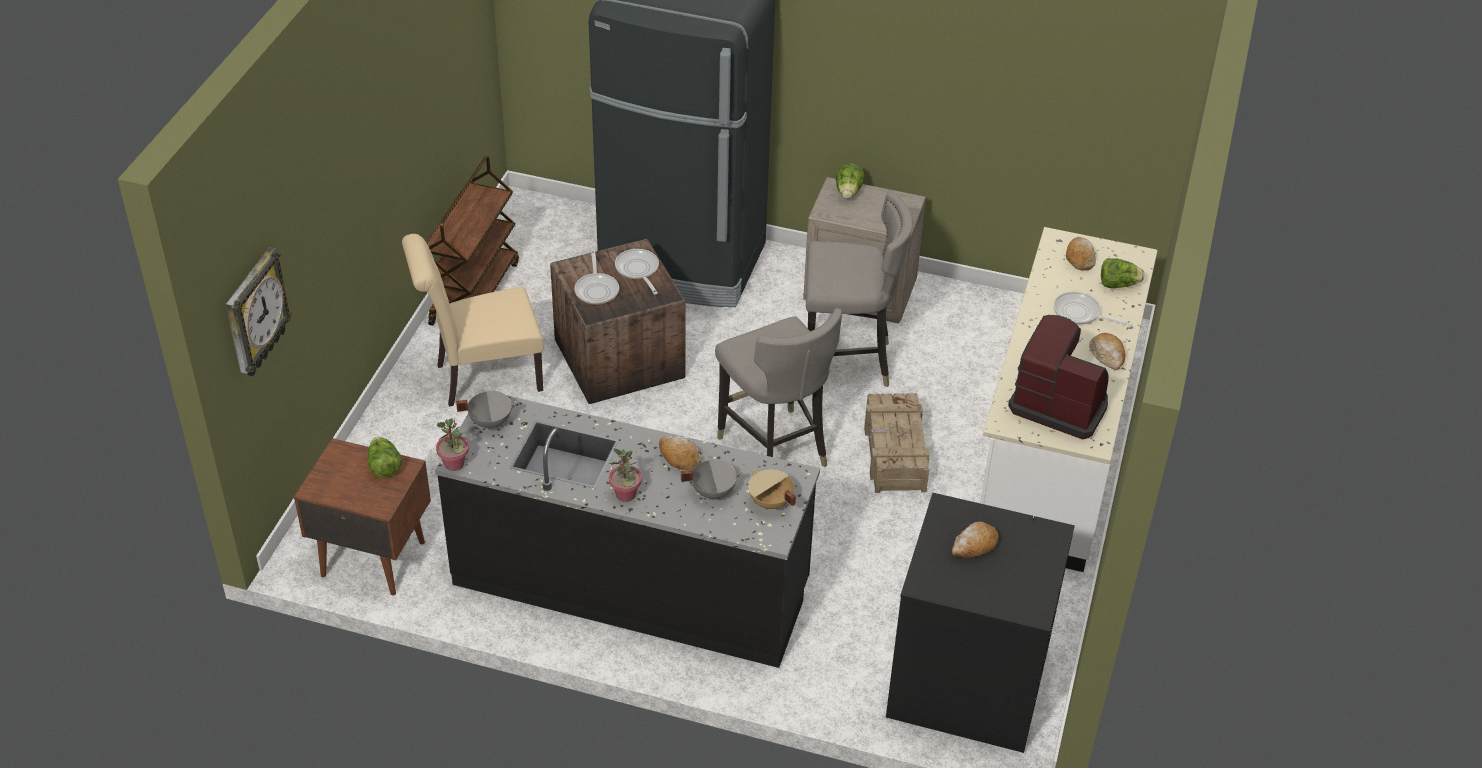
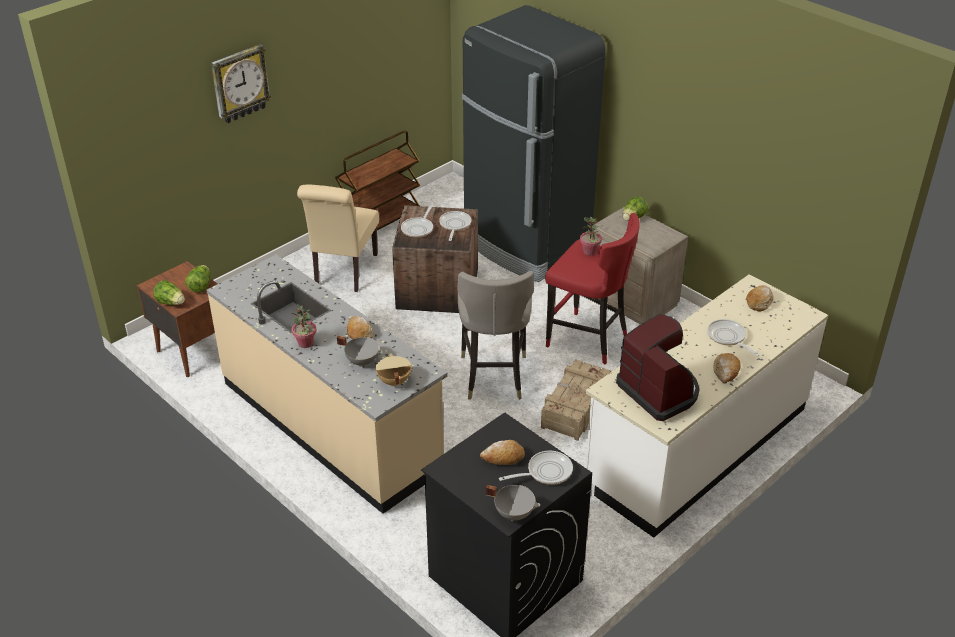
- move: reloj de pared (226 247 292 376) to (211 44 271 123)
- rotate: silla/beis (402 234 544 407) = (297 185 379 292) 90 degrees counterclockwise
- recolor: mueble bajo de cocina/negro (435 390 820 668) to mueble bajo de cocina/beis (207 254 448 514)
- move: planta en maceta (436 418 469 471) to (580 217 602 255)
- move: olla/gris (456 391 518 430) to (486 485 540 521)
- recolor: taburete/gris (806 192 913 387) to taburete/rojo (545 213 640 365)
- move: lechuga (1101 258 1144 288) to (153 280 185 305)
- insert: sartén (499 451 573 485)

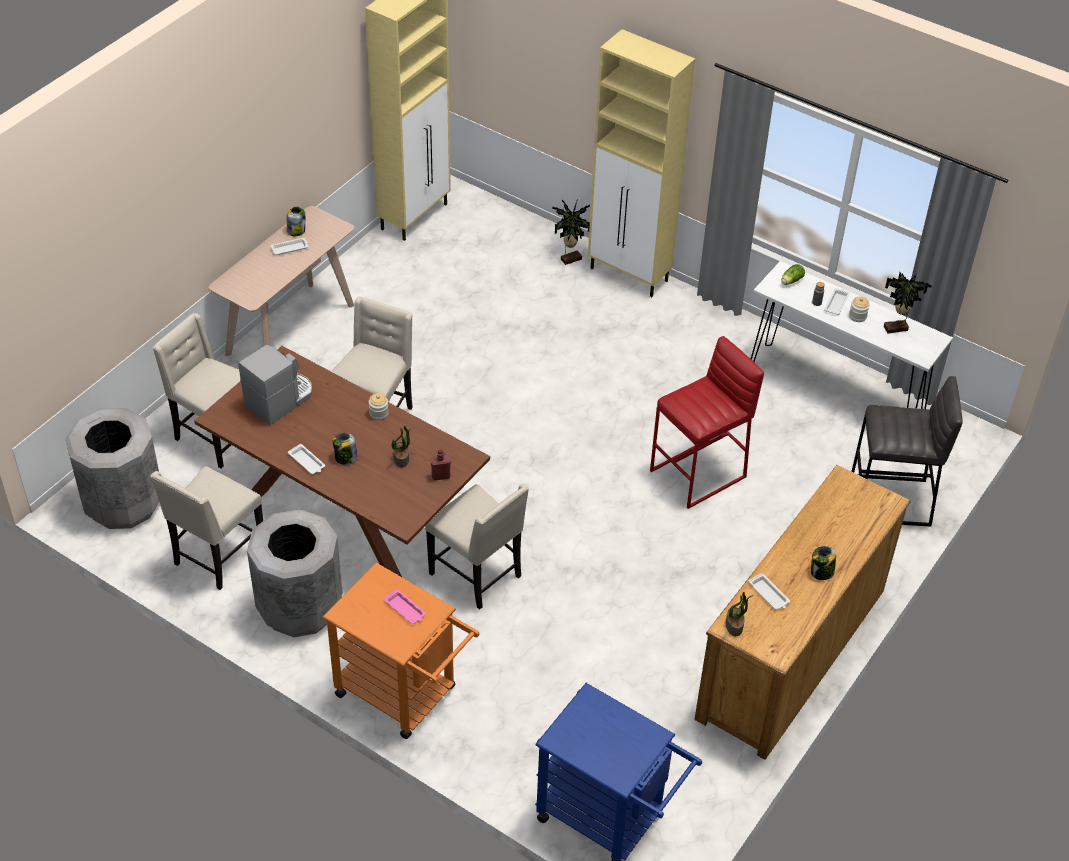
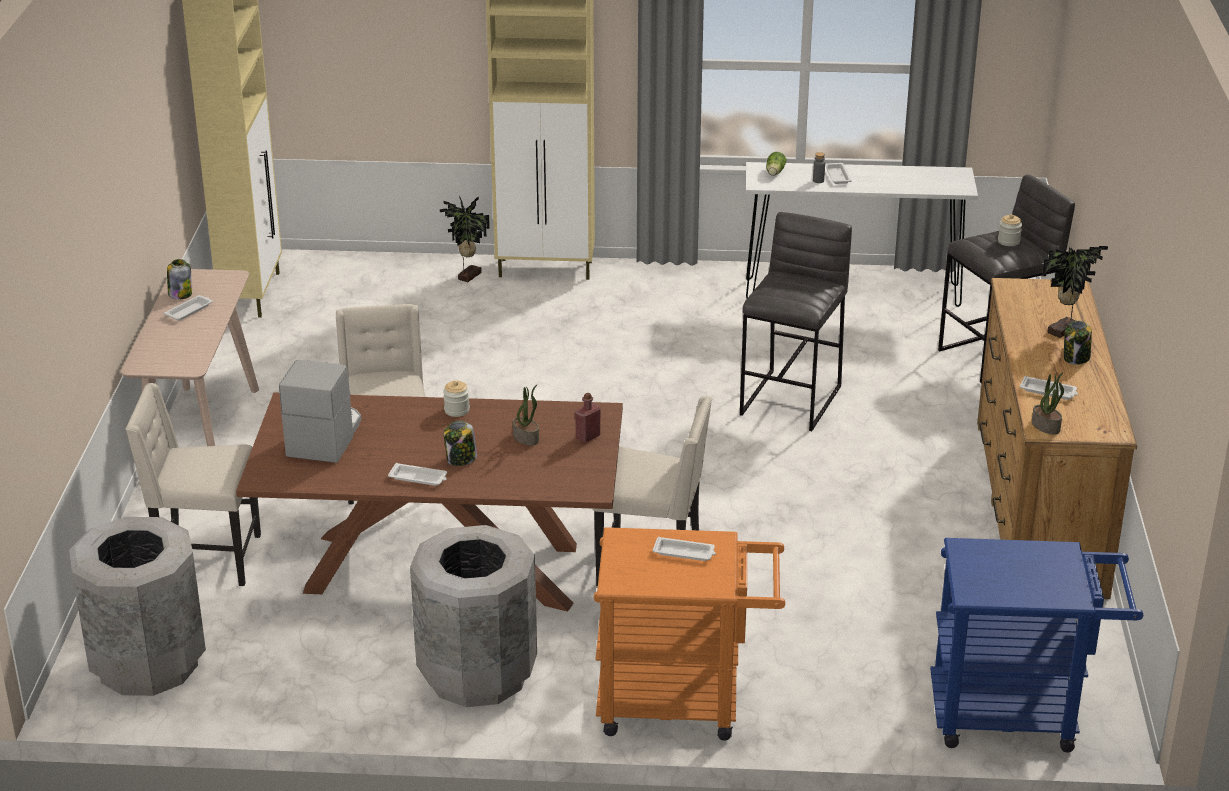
- delete: silla/beis (151 466 263 590)
- recolor: bandeja/rosa (384 589 426 624) to bandeja/blanco (653 536 716 561)
- recolor: taburete/rojo (650 336 764 509) to taburete/gris (740 212 852 431)
- move: tarro (849 297 870 322) to (998 214 1022 246)
- move: planta en maceta (884 272 931 333) to (1042 246 1108 338)

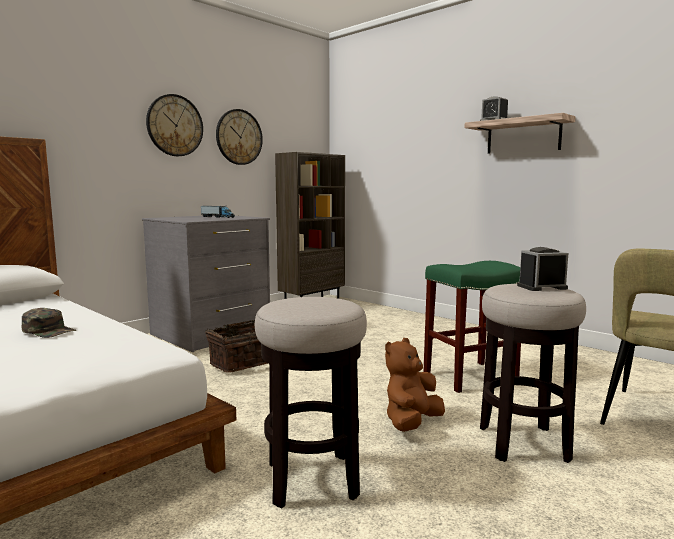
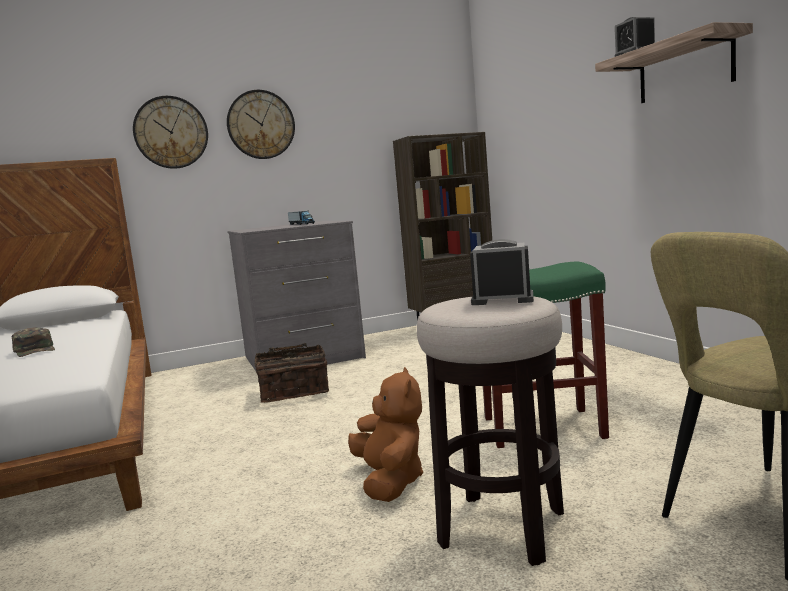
- move: reloj de pared (216 109 263 165) to (133 96 208 169)
- delete: taburete (255 297 367 508)
- rotate: peluche/marrón (385 338 445 432) = (348 367 423 502) 105 degrees clockwise

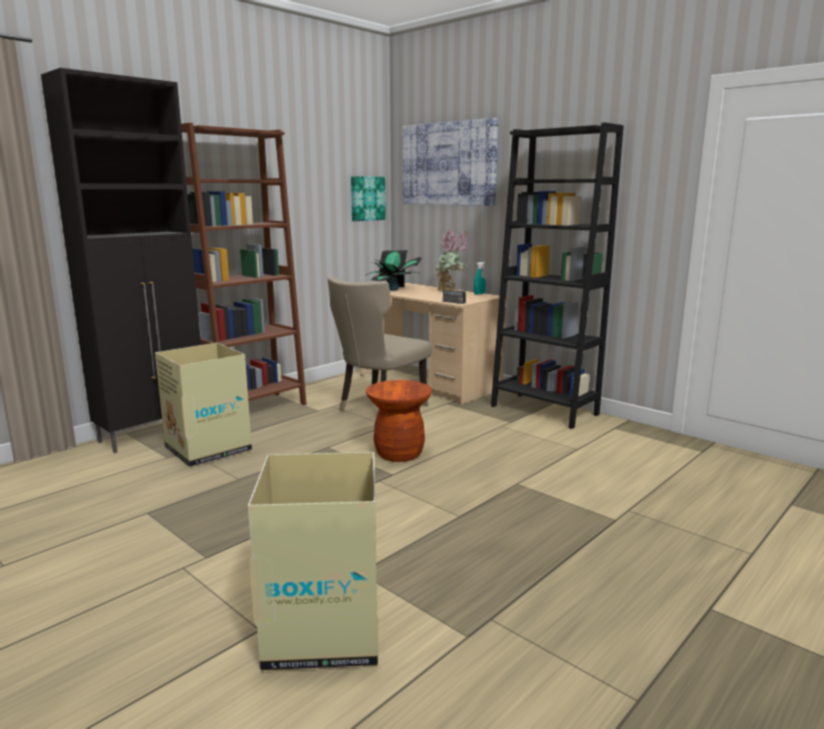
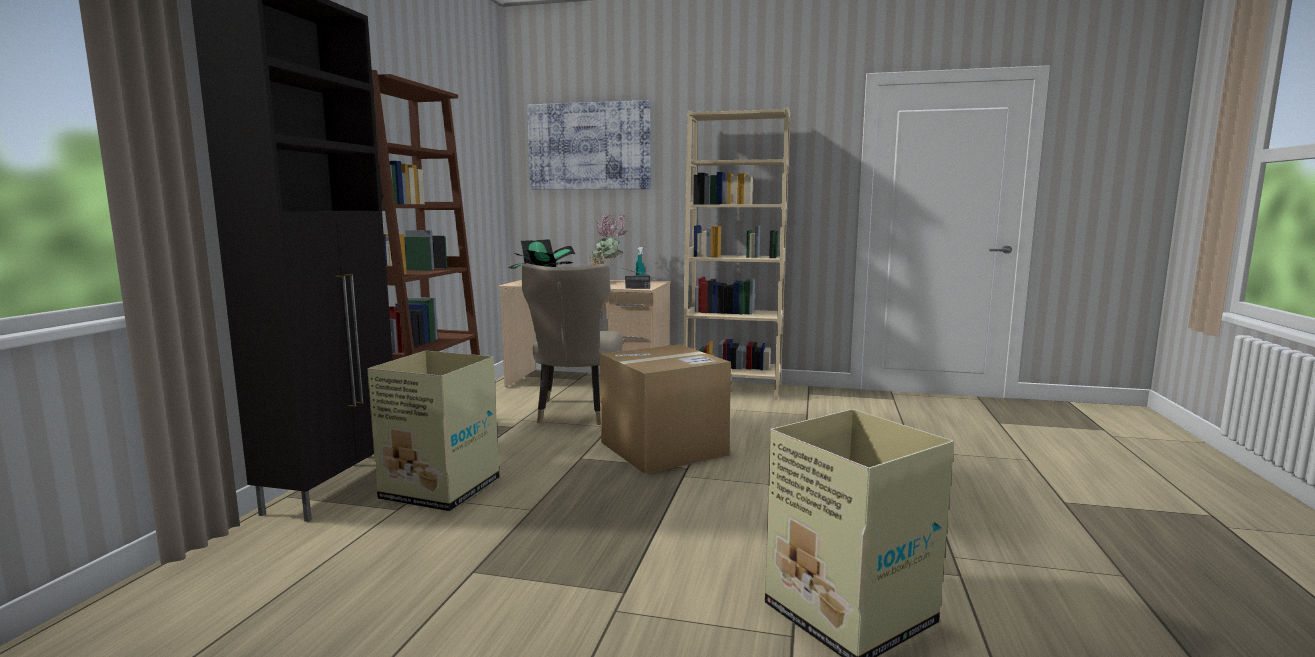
- delete: cuadro (351 176 386 221)
- replace: taburete/marrón (366 380 432 462) to caja de cartón (600 344 731 474)
- recolor: estantería/negro (491 123 624 429) to estantería/beis (683 108 790 400)

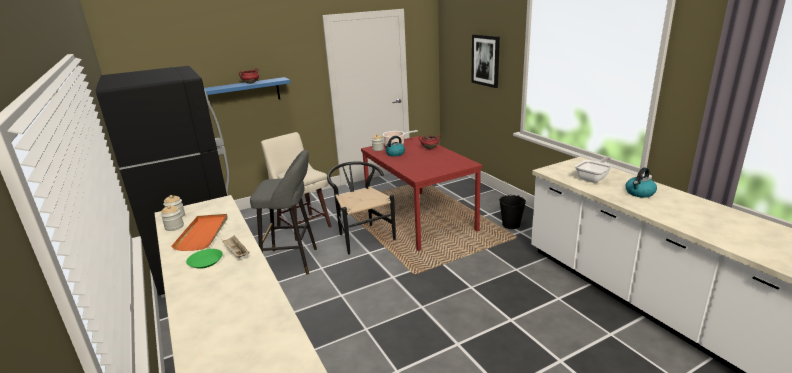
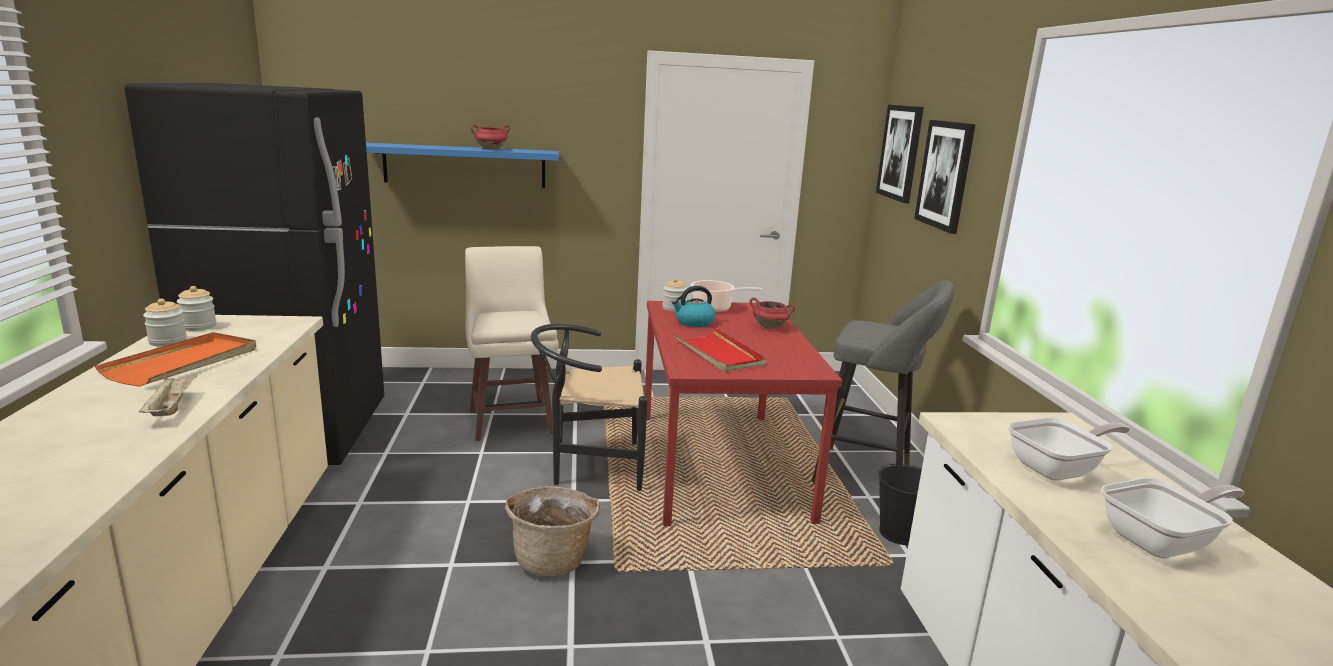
- delete: plato/verde (186 249 223 269)
- move: taburete/gris (250 150 317 275) to (812 281 954 483)
- rotate: silla/negro (327 161 396 255) = (531 324 648 491) 90 degrees counterclockwise
- replace: hervidor (626 167 657 198) to sartén (1101 478 1245 558)
- insert: cesta (505 486 600 577)
- insert: bandeja/rojo (672 328 766 372)
- insert: cuadro (876 105 924 203)

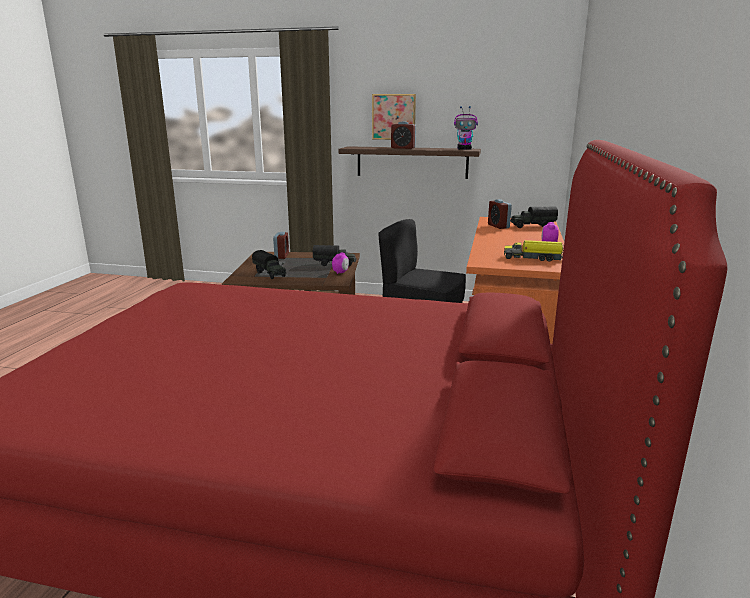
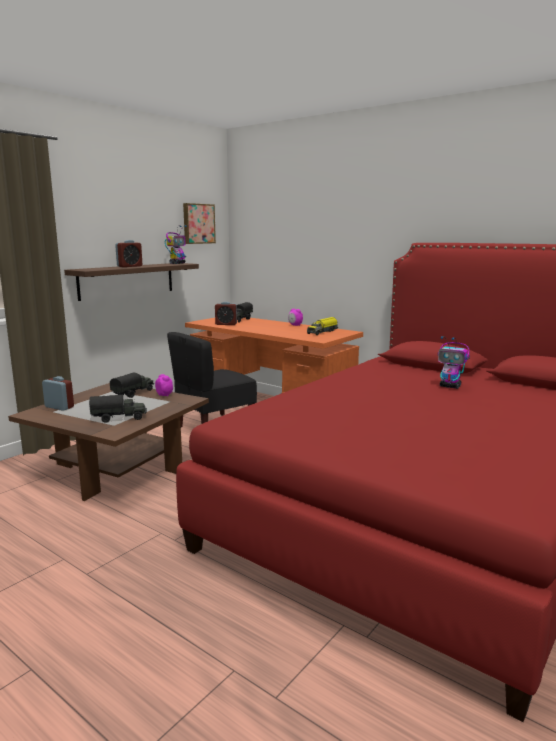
- move: cuadro (372 94 416 140) to (183 203 216 244)
- insert: robot de juguete (438 336 470 389)

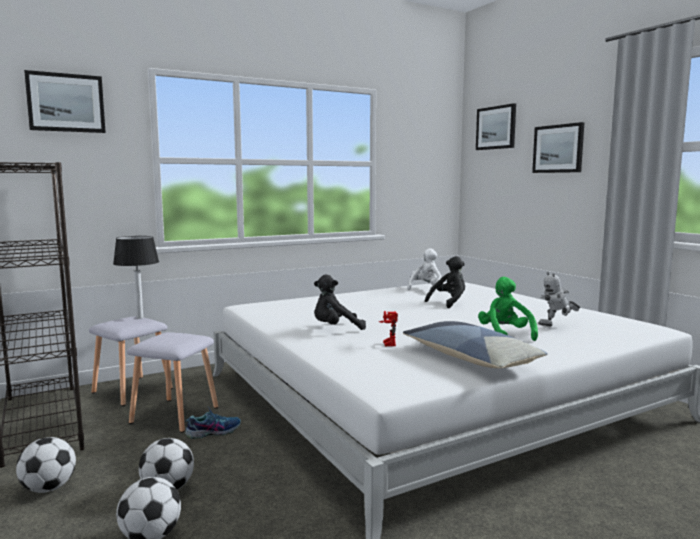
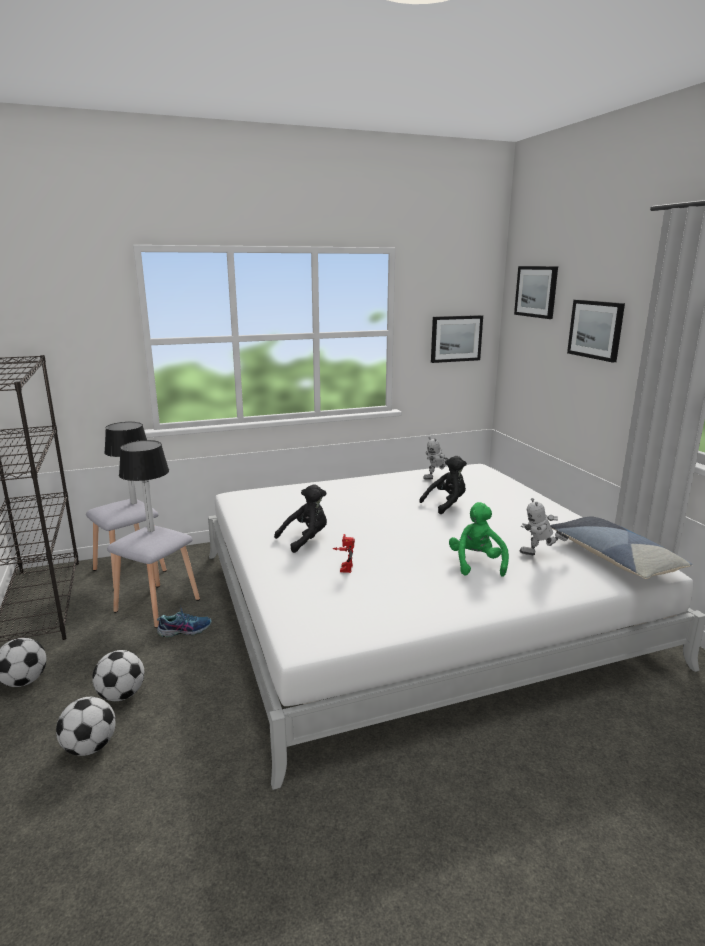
- move: cuadro (24 70 106 133) to (431 315 483 363)
- rotate: peluche/negro (314 275 366 330) = (274 484 327 553) 150 degrees clockwise
- move: cojín (403 321 548 368) to (550 516 693 579)
- replace: peluche/blanco (407 248 442 294) to robot de juguete (423 437 449 480)
- insert: lámpara de mesa (119 440 169 532)

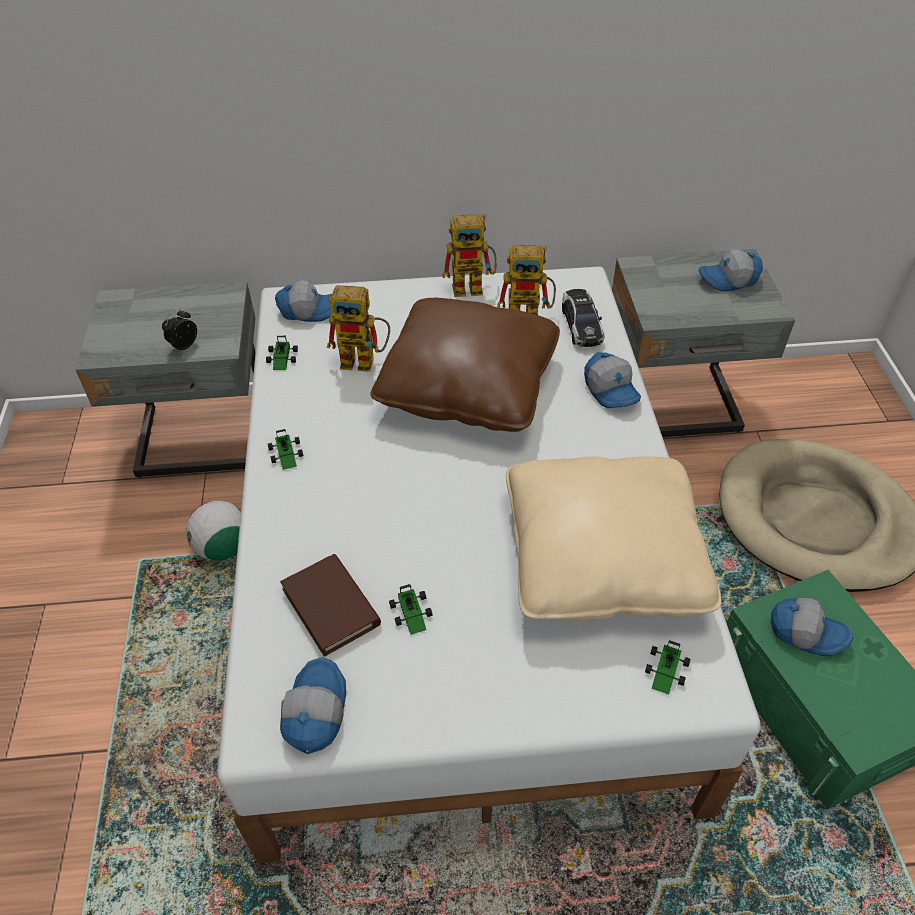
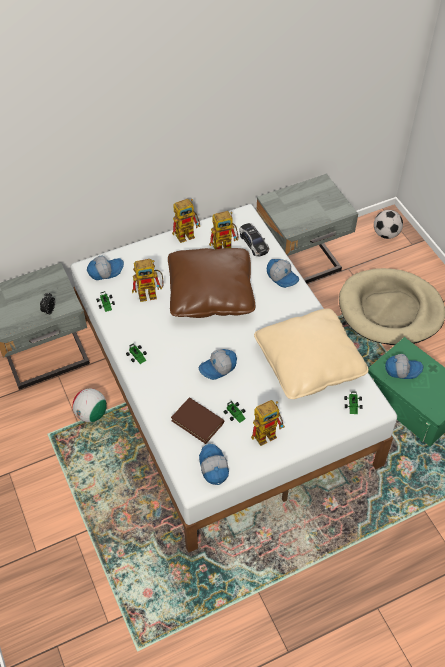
- move: gorra (699 249 763 292) to (199 349 237 380)
- insert: robot de juguete (251 400 285 446)
- insert: balón de fútbol (374 210 403 239)

